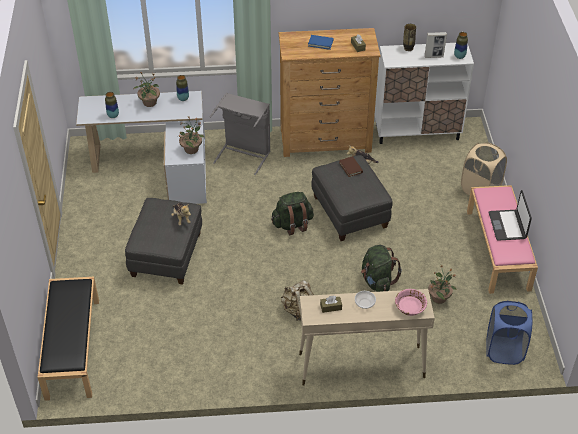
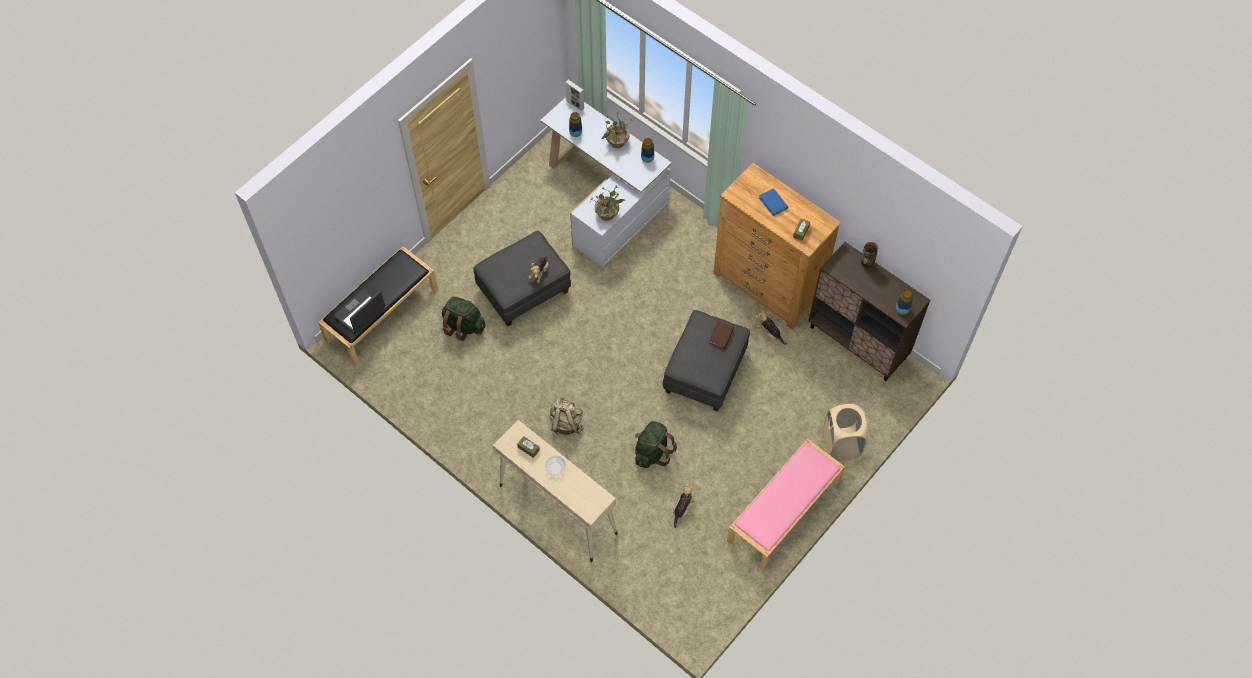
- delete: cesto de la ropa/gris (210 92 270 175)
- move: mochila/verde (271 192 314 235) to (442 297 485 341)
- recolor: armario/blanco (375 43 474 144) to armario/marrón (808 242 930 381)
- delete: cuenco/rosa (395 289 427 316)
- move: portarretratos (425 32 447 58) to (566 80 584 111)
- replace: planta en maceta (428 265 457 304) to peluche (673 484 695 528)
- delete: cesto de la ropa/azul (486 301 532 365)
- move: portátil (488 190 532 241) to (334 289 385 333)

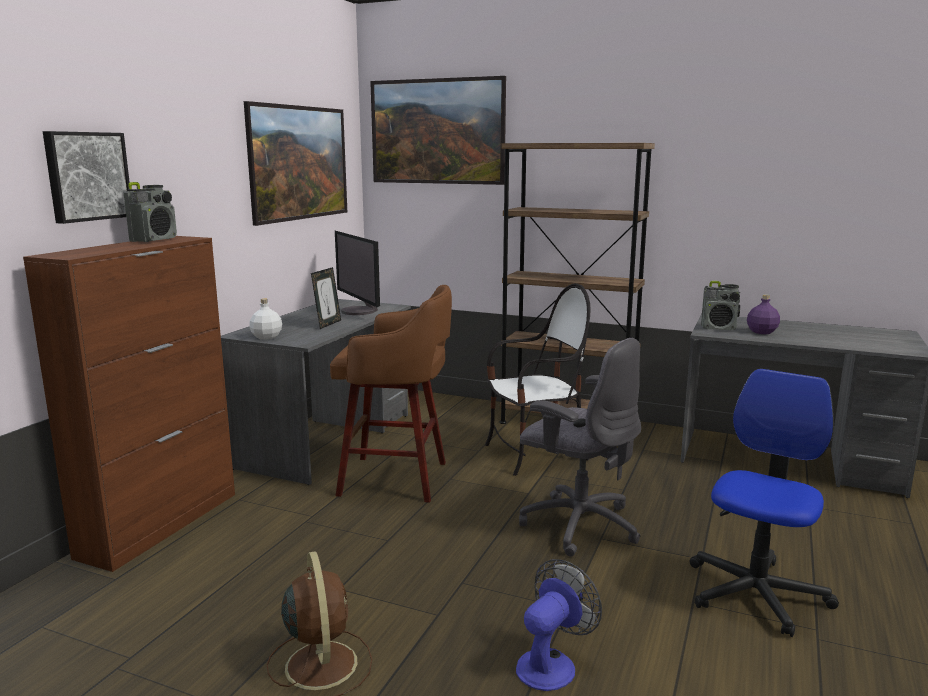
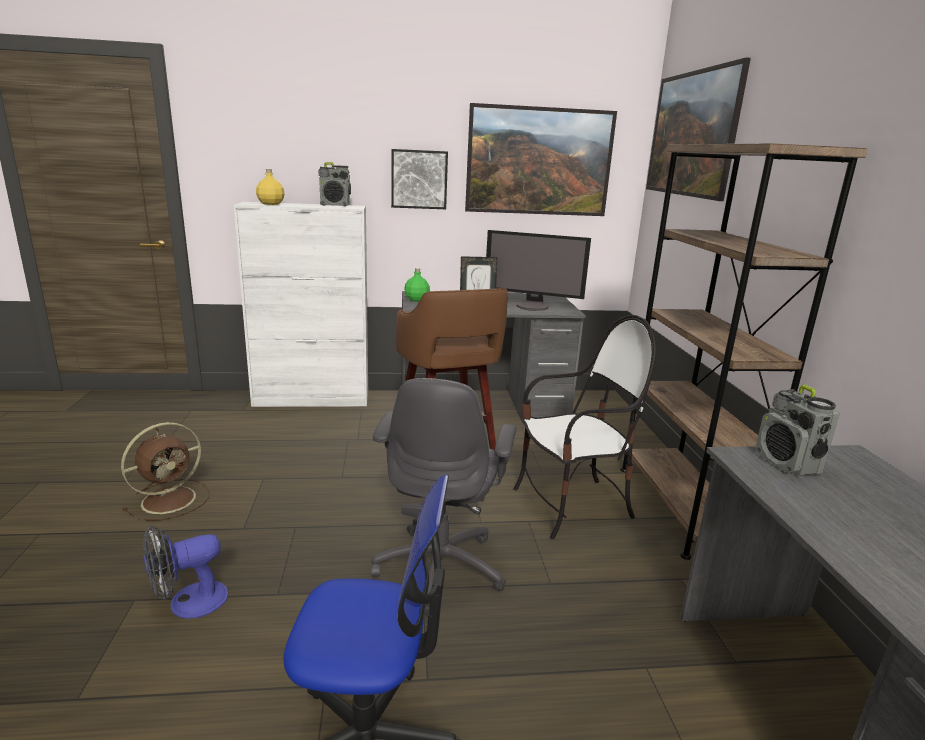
- recolor: armario/marrón (23 236 235 572) to armario/blanco (233 202 368 407)
- move: cuadro (43 131 130 224) to (391 149 448 209)
- recolor: botella/blanco (249 299 282 340) to botella/verde (404 268 430 302)
- rotate: monitor (335 231 380 315) = (486 230 591 311) 105 degrees counterclockwise
- rotate: silla (485 283 591 476) = (514 315 657 539) 60 degrees counterclockwise
- rotate: ventilador (516 559 602 691) = (143 525 228 619) 135 degrees clockwise
- delete: botella/morado (747 294 780 334)
- insert: botella/amarillo (256 169 285 205)

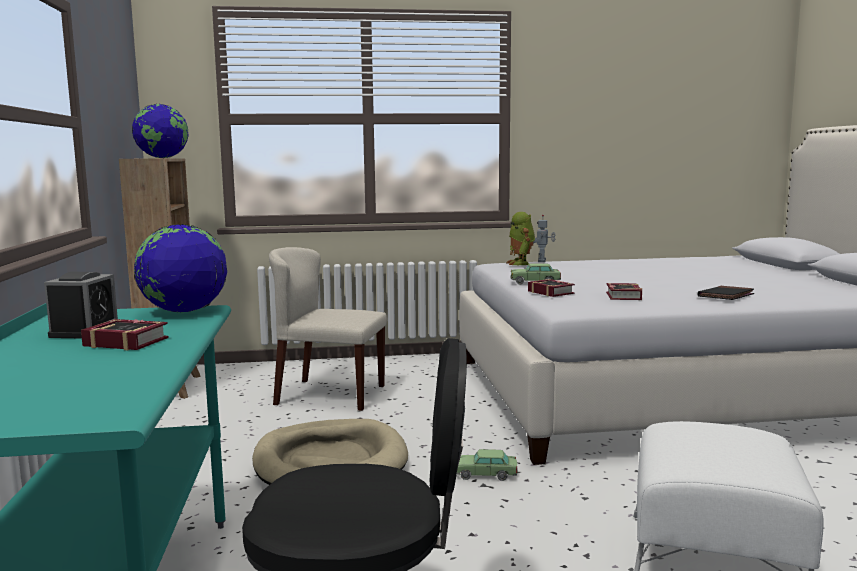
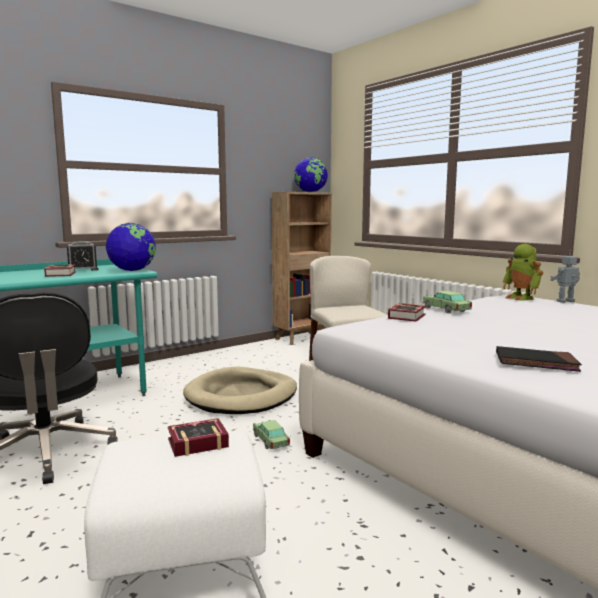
- rotate: robot de juguete (506 212 535 265) = (503 244 543 301) 75 degrees counterclockwise
- move: libro (606 283 642 300) to (168 418 229 457)

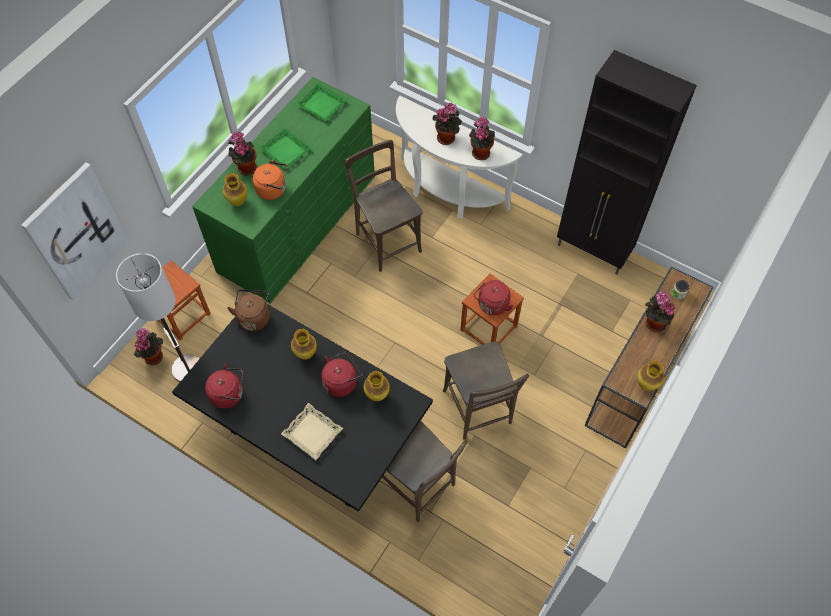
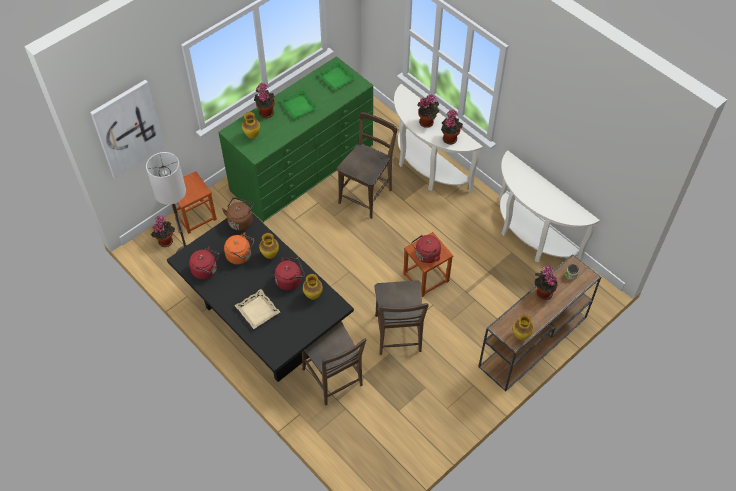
- move: hervidor/naranja (253 160 287 200) to (224 232 254 264)
- rotate: silla/marrón (345 140 422 272) = (337 112 397 219) 45 degrees clockwise
- replace: armario/negro (557 50 697 275) to mesa consola/blanco (498 151 600 263)

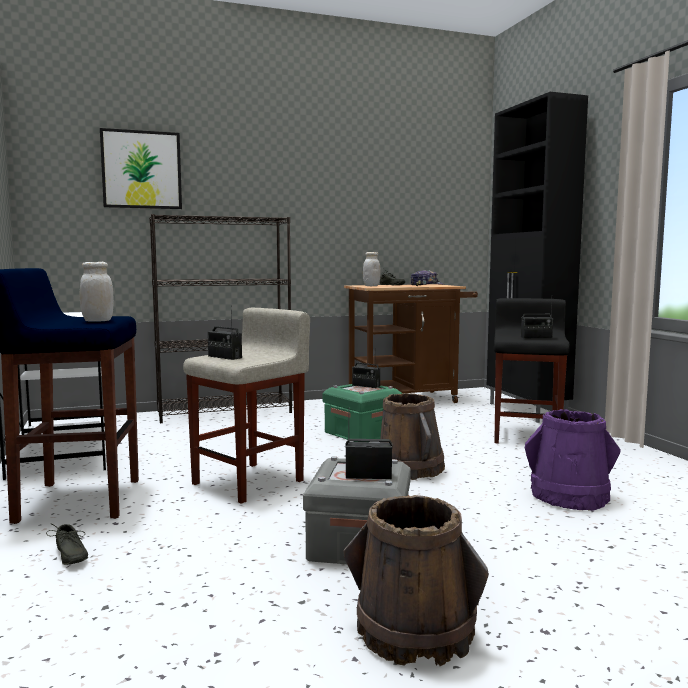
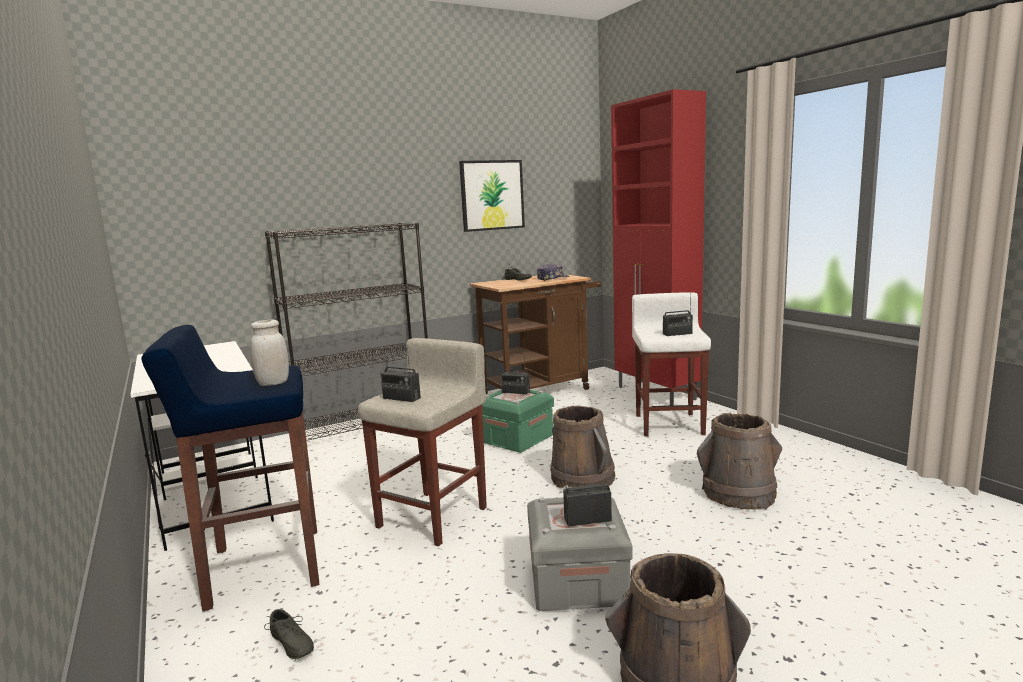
- move: cuadro (100 128 182 209) to (459 160 525 232)
- delete: tarro/blanco (363 252 381 286)
- recolor: armario/negro (487 92 588 423) to armario/rojo (611 89 706 406)
- recolor: taburete/negro (494 298 570 443) to taburete/blanco (632 292 711 437)
- recolor: cubo/morado (525 409 621 511) to cubo/marrón (697 413 782 509)

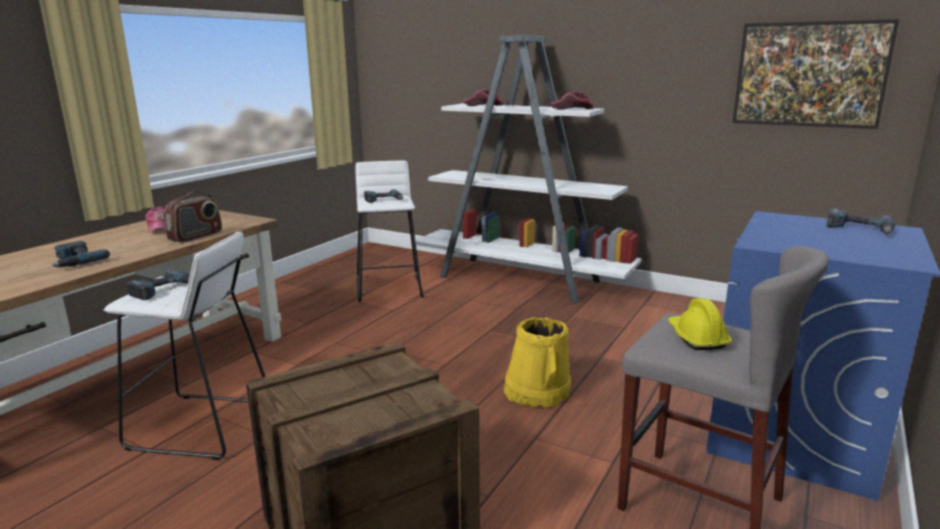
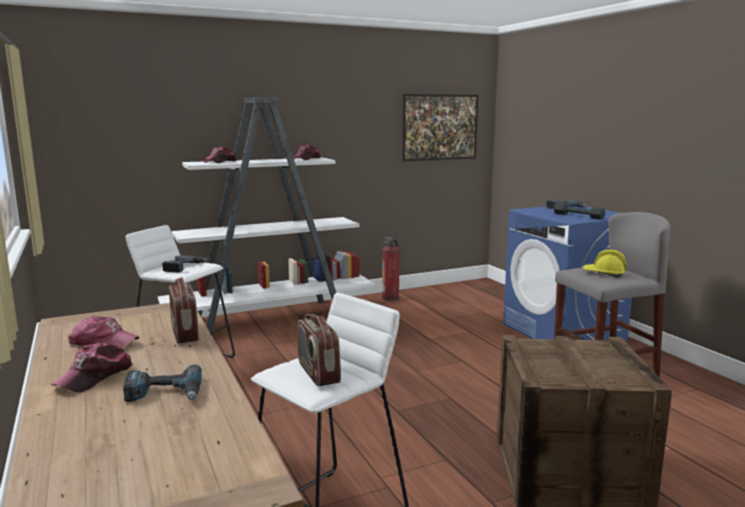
- replace: taladro (126 269 190 300) to radio (298 314 341 387)
- delete: cubo/amarillo (504 318 571 408)
- insert: gorra (51 343 133 393)
- insert: extintor (382 237 400 301)
- insert: mancuerna/gris (554 203 605 220)

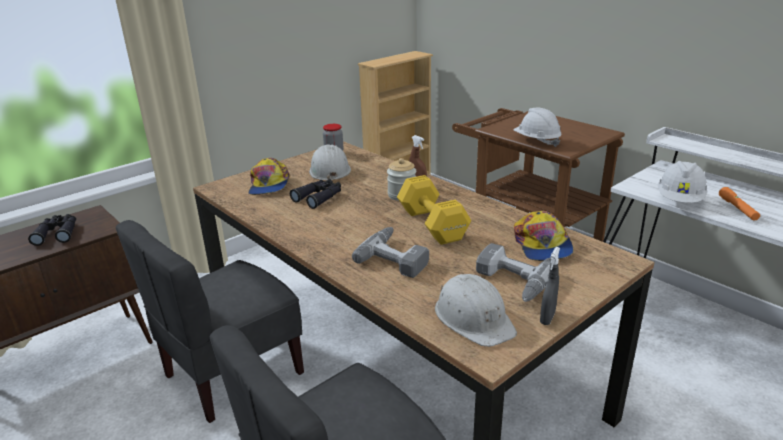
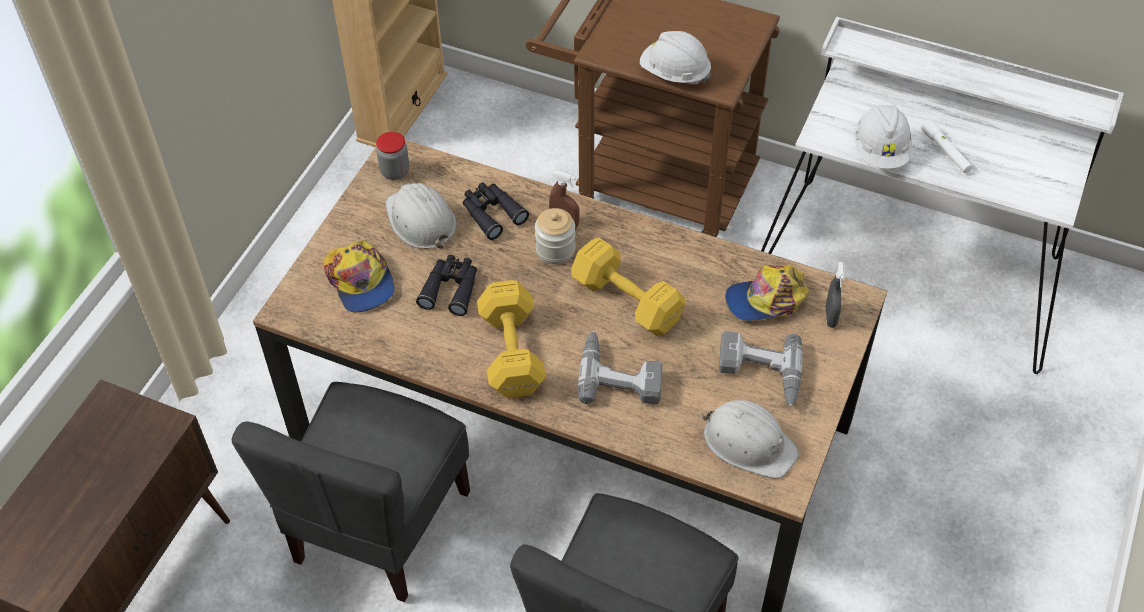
- move: prismáticos/negro (28 214 76 246) to (463 182 529 240)
- rotate: gorra (514 211 573 261) = (725 265 809 321) 105 degrees clockwise
- move: pulverizador/gris (540 247 560 325) to (826 262 845 328)
- recolor: linterna/naranja (719 187 760 221) to linterna/blanco (921 119 973 173)
- insert: mancuerna/amarillo (477 280 546 398)

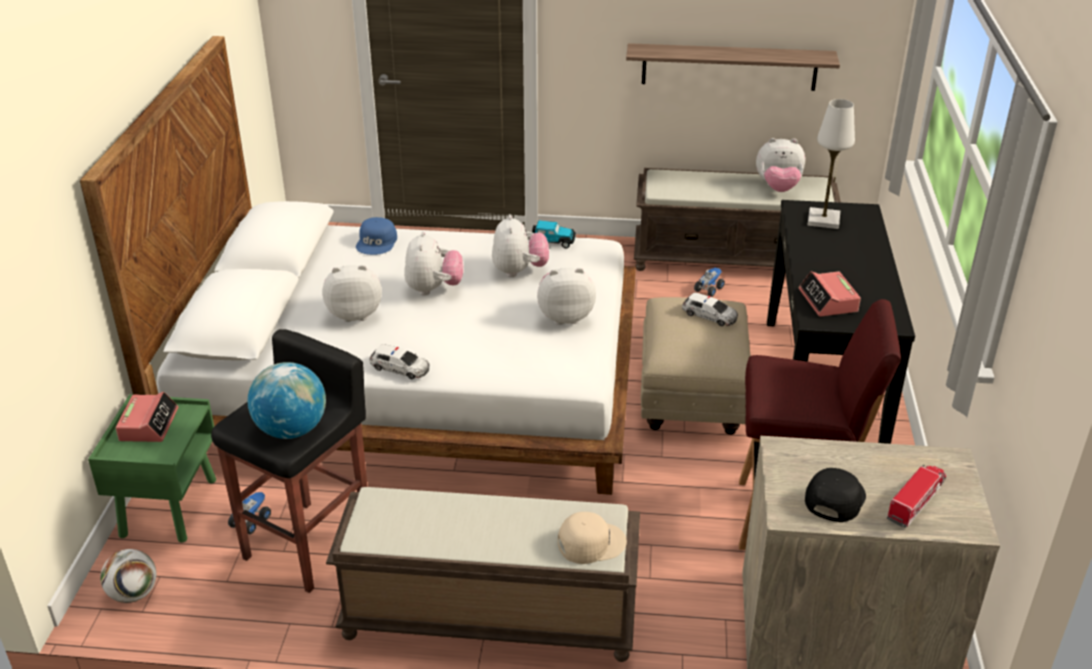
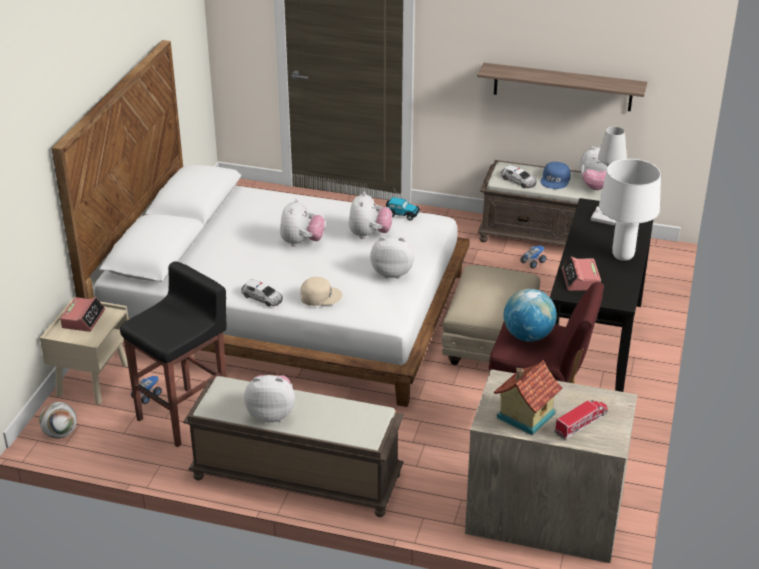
- recolor: mesita de noche/verde (88 394 216 543) to mesita de noche/beis (40 297 129 404)
- move: globo terráqueo (248 362 326 439) to (503 289 557 342)
- move: peluche (322 265 382 322) to (244 375 295 423)
- move: gorra/azul (356 217 397 255) to (540 162 571 189)
- move: gorra/beis (558 512 627 564) to (300 277 343 306)
- move: coche de juguete (682 293 738 326) to (501 165 537 188)
- replace: gorra/negro (805 468 866 522) to casita (494 360 563 435)
- insert: lámpara de mesa/blanco (599 159 661 261)

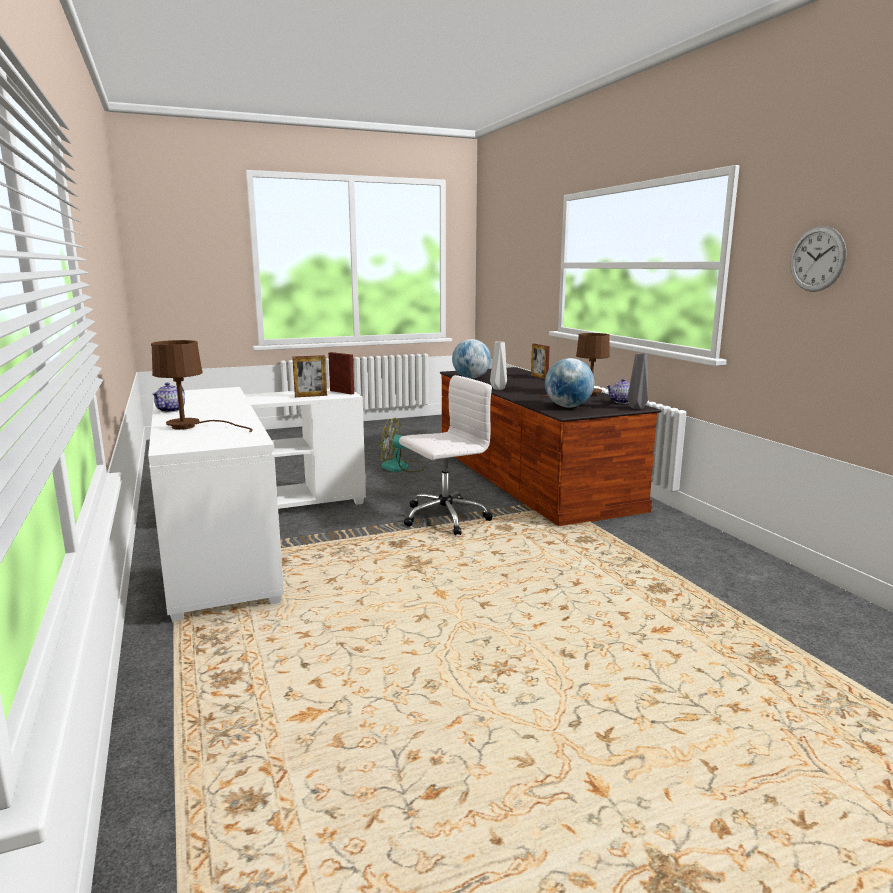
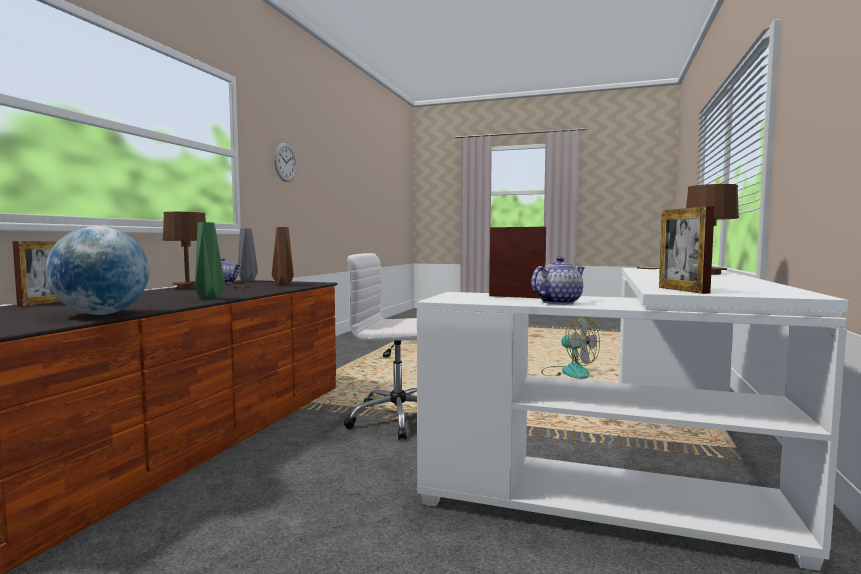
- move: tetera (152 382 185 412) to (531 257 585 304)
- move: portarretratos (328 352 354 395) to (659 206 715 294)
- move: ventilador (379 418 425 473) to (541 316 600 379)
- recolor: florero/gris (490 342 507 390) to florero/verde (195 222 225 300)
- replace: globo terráqueo (545 358 594 408) to florero/marrón (272 227 294 285)

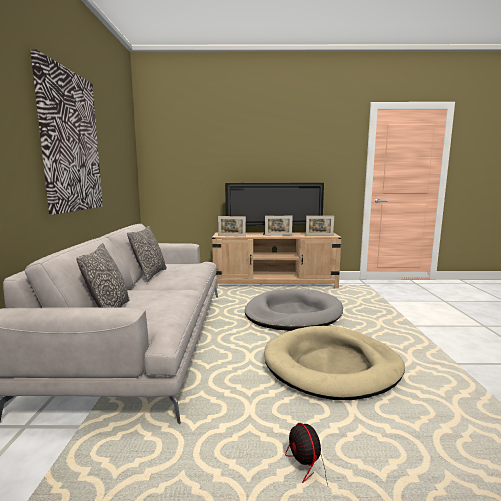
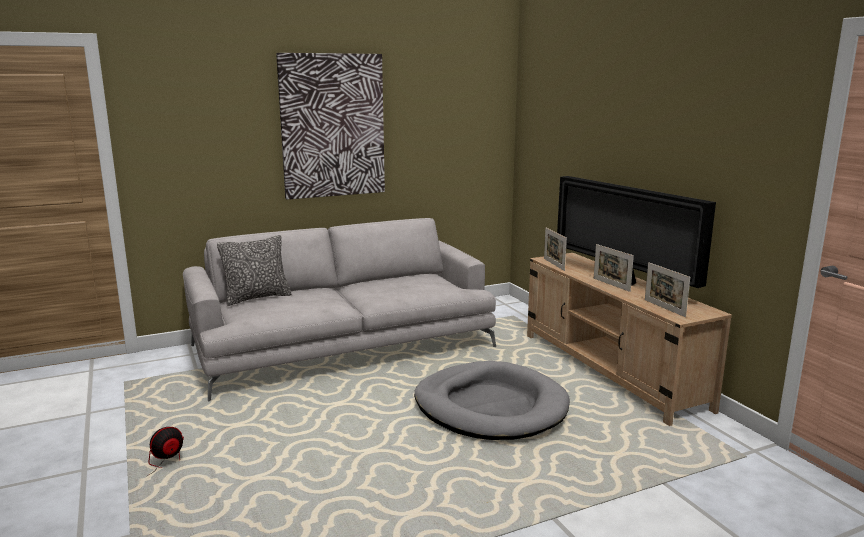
- delete: cojín (127 226 167 282)
- delete: cama para perro/beis (264 326 405 400)

